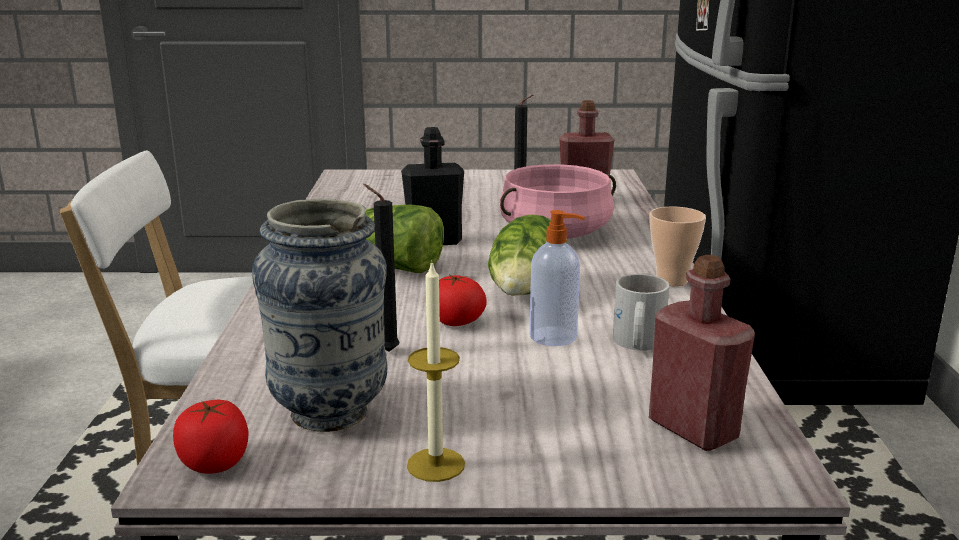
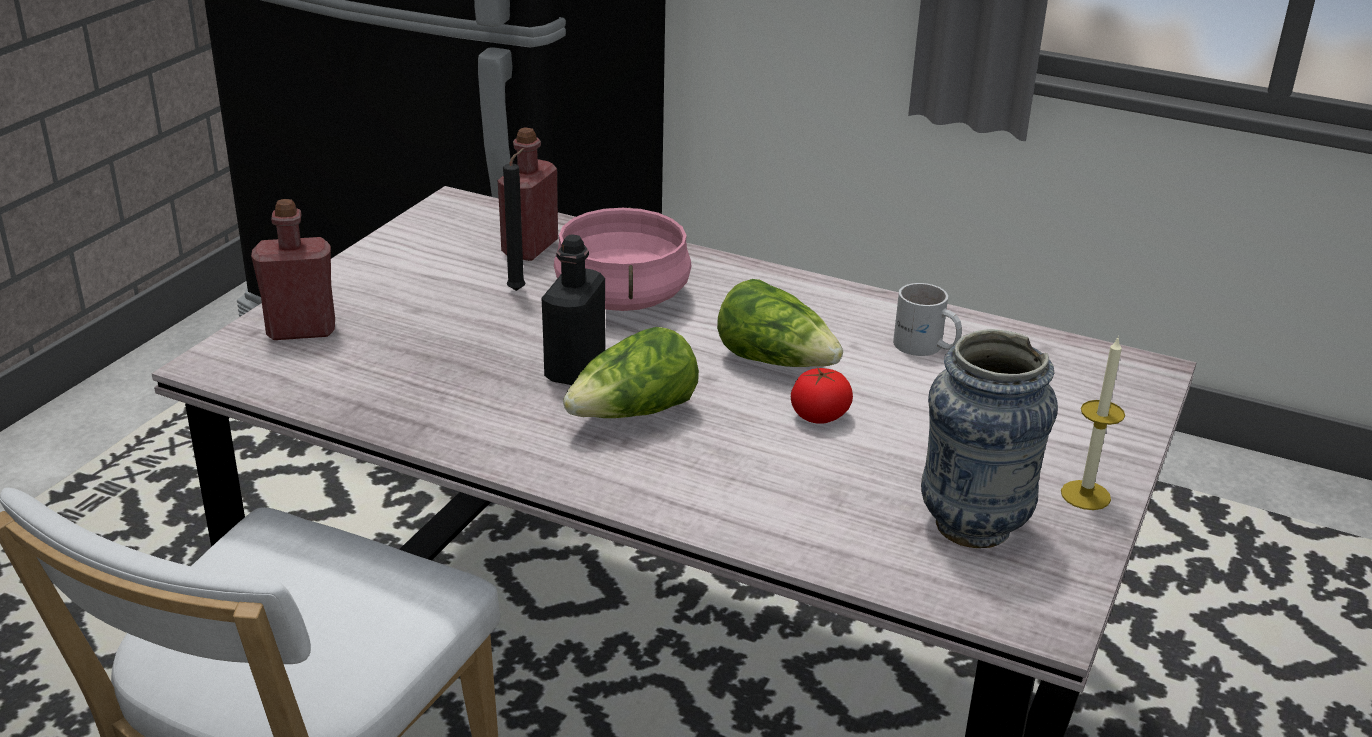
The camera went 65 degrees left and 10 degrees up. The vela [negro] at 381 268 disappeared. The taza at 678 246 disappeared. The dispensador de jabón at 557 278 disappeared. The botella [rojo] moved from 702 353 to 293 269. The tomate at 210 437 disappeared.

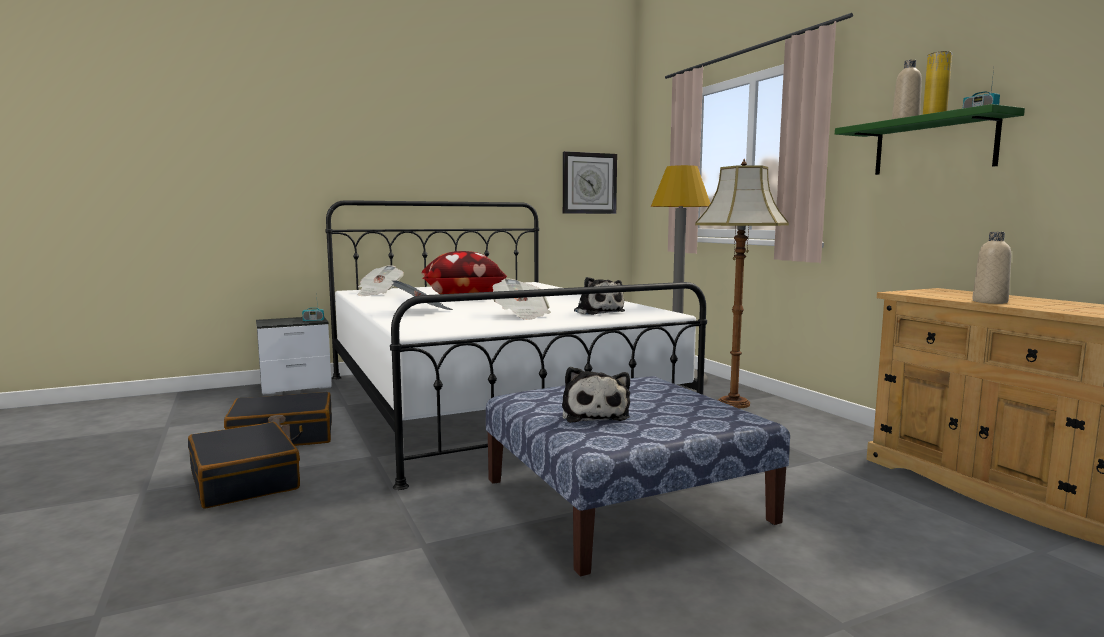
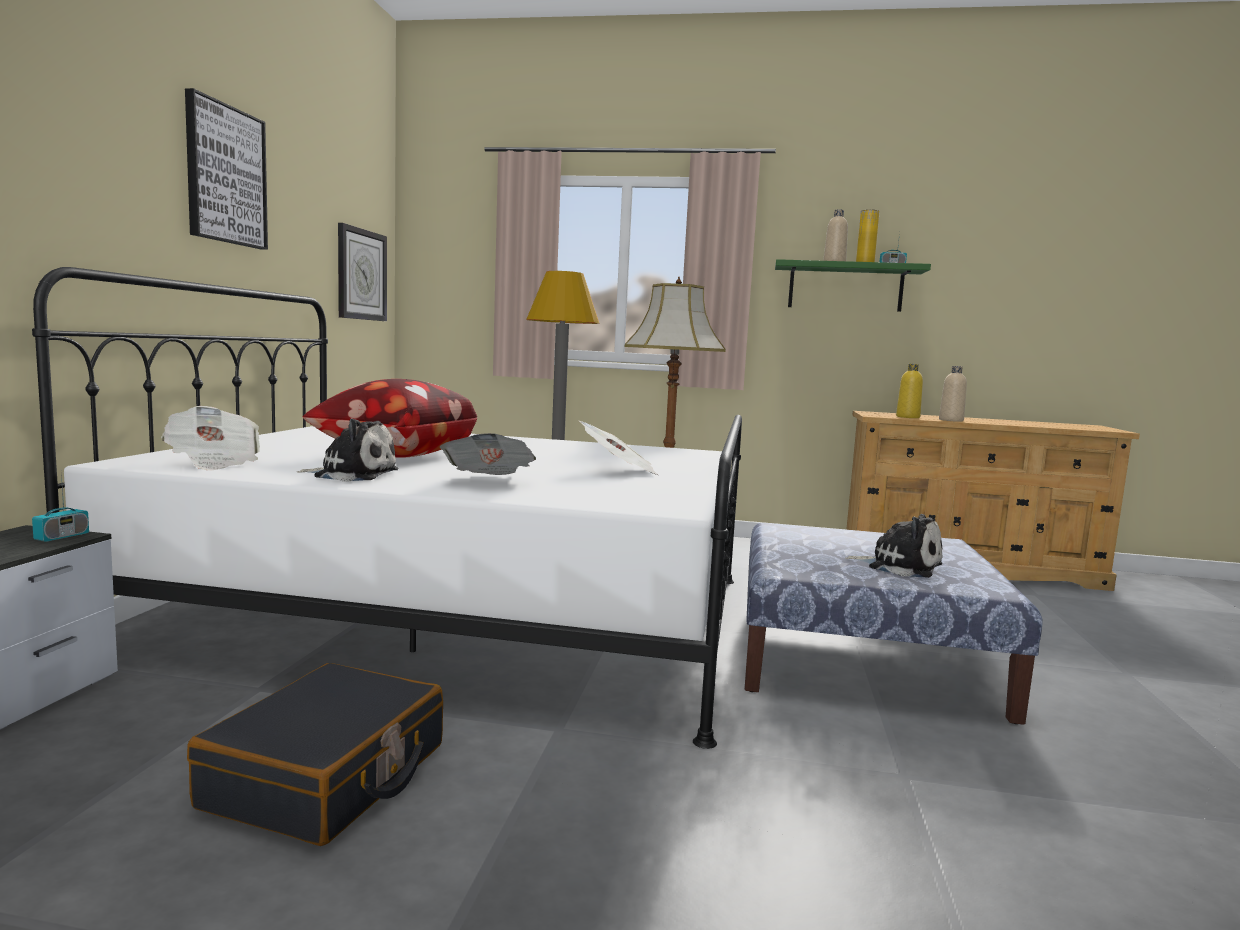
The camera went 55 degrees left and 0 degrees up. The peluche moved from 599 296 to 347 450. The maleta [negro] at 244 465 disappeared. The cuadro at 226 169 appeared. The botella [amarillo] at 909 391 appeared.

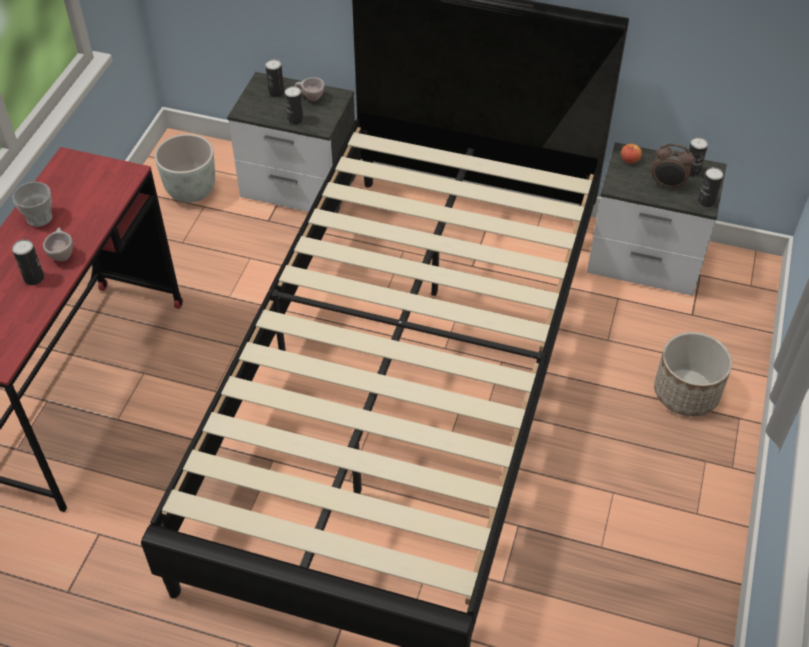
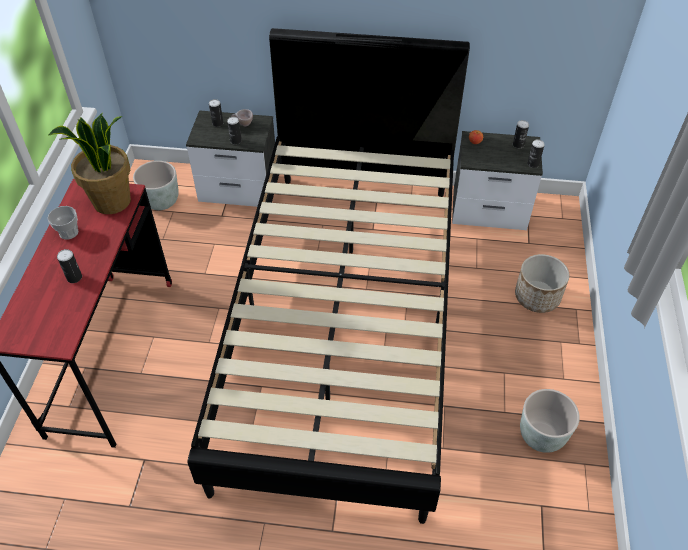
The camera went 10 degrees left and 0 degrees up. The despertador at 673 166 disappeared. The taza [beis] at 58 244 disappeared. The planta en maceta at 89 163 appeared. The maceta [gris] at 550 421 appeared.

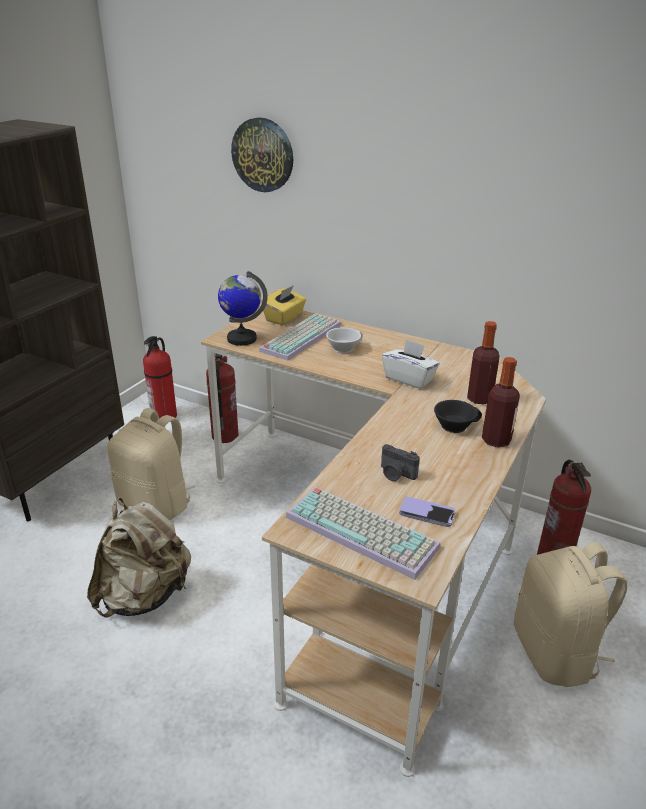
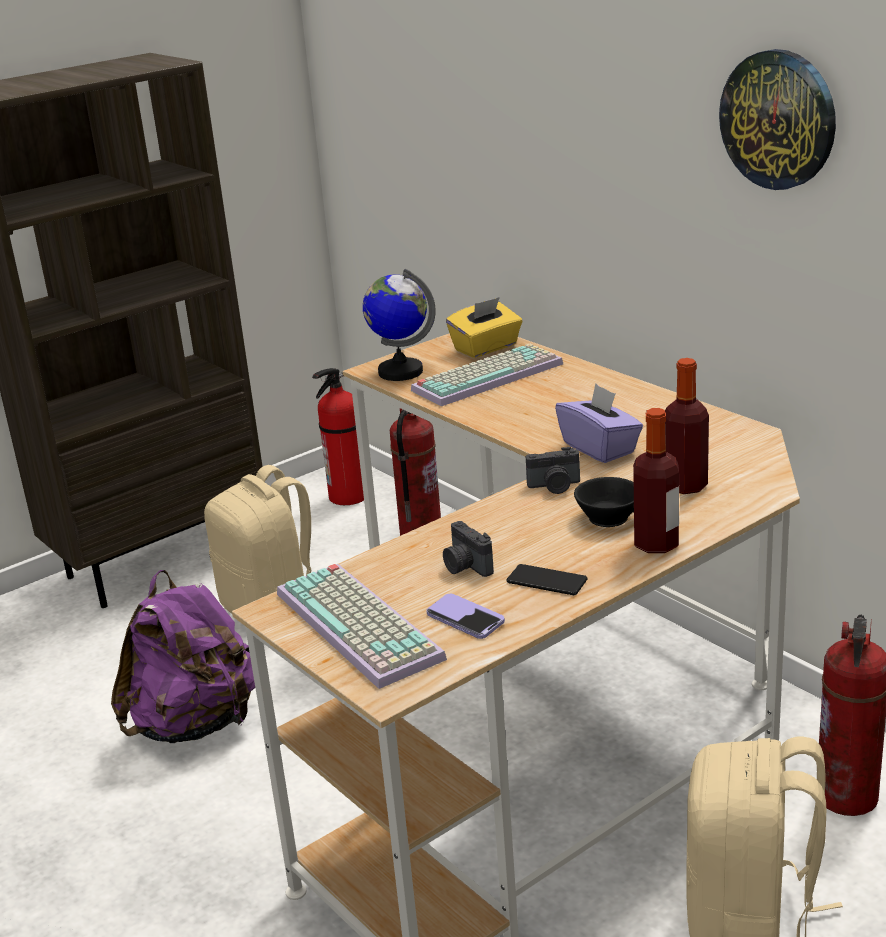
The camera went 25 degrees right and 5 degrees down. The reloj de pared moved from 262 155 to 777 119. The taza [blanco] at 344 340 disappeared. The caja de pañuelos [blanco] at 411 364 became the caja de pañuelos [morado] at 599 423. The mochila [beis] at 139 558 became the mochila [morado] at 183 656. The cámara at 553 470 appeared. The móvil at 547 579 appeared.

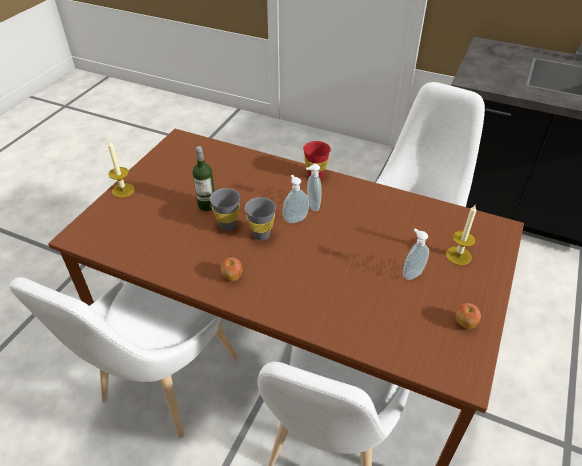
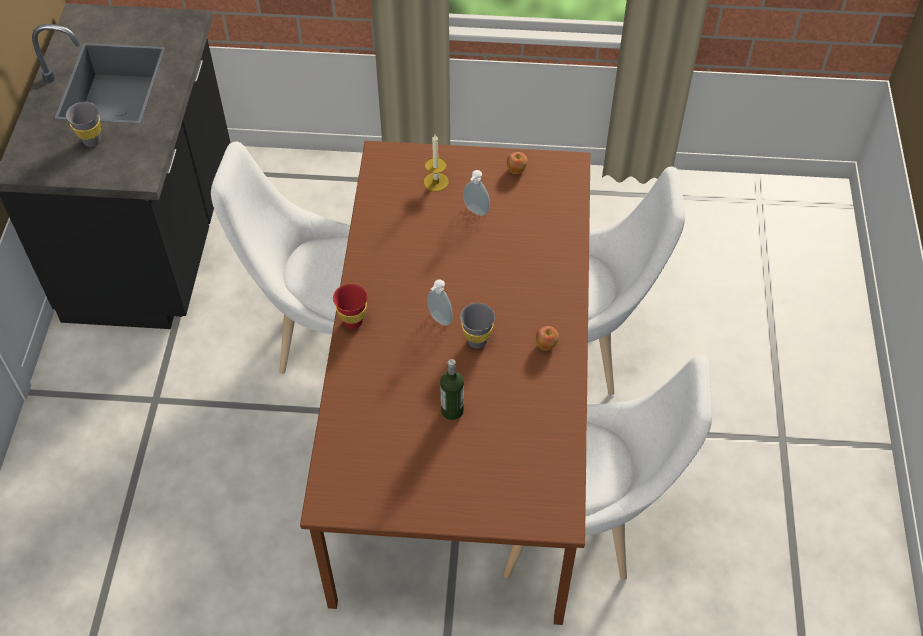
The camera went 110 degrees left and 10 degrees up. The vela at 121 169 disappeared. The dispensador de jabón at 313 187 disappeared. The taza [gris] moved from 225 209 to 83 124.

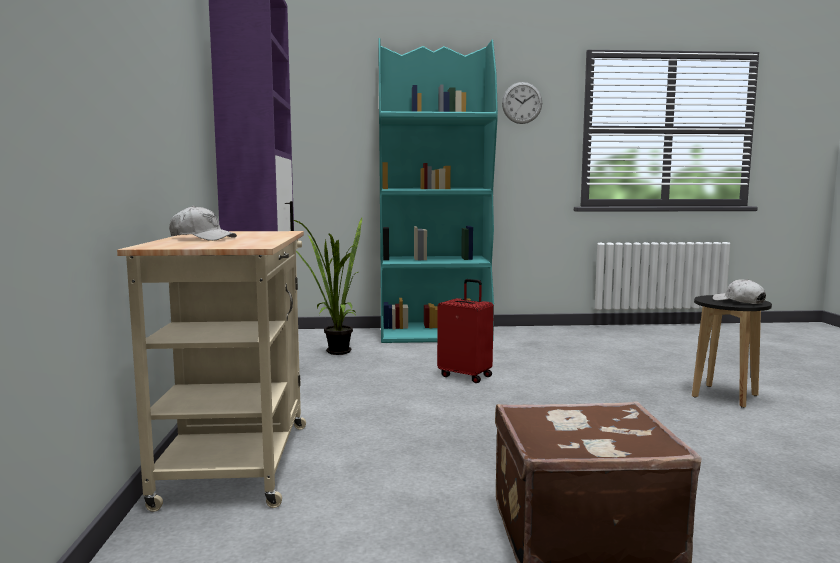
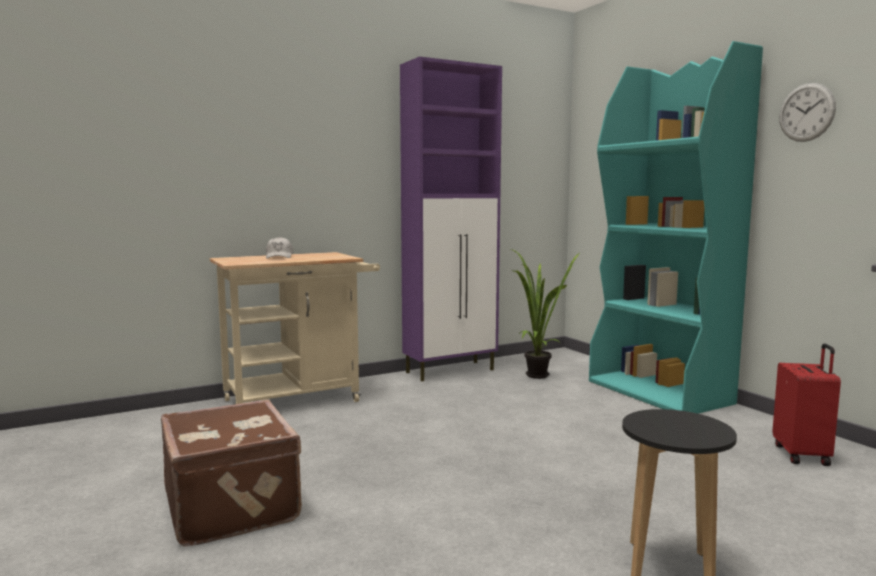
The camera went 65 degrees right and 0 degrees up. The maleta [rojo] moved from 465 331 to 806 404. The gorra [blanco] at 739 291 disappeared.

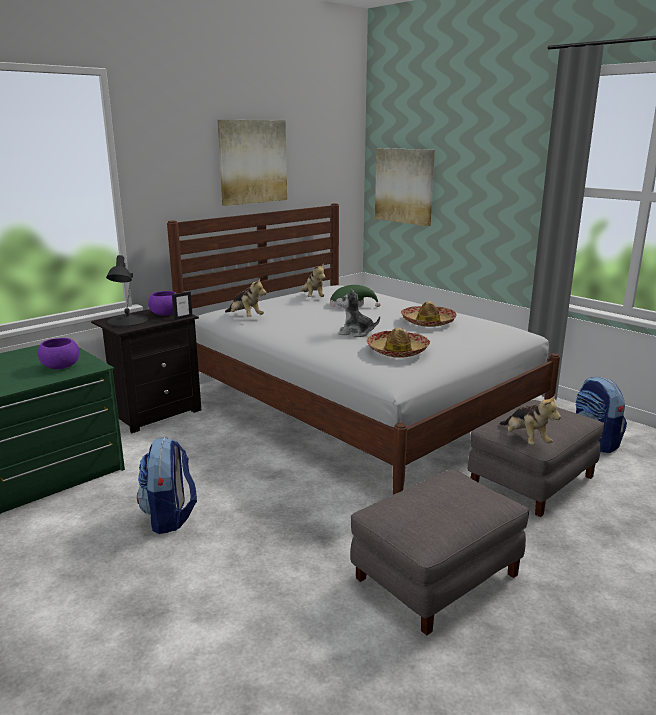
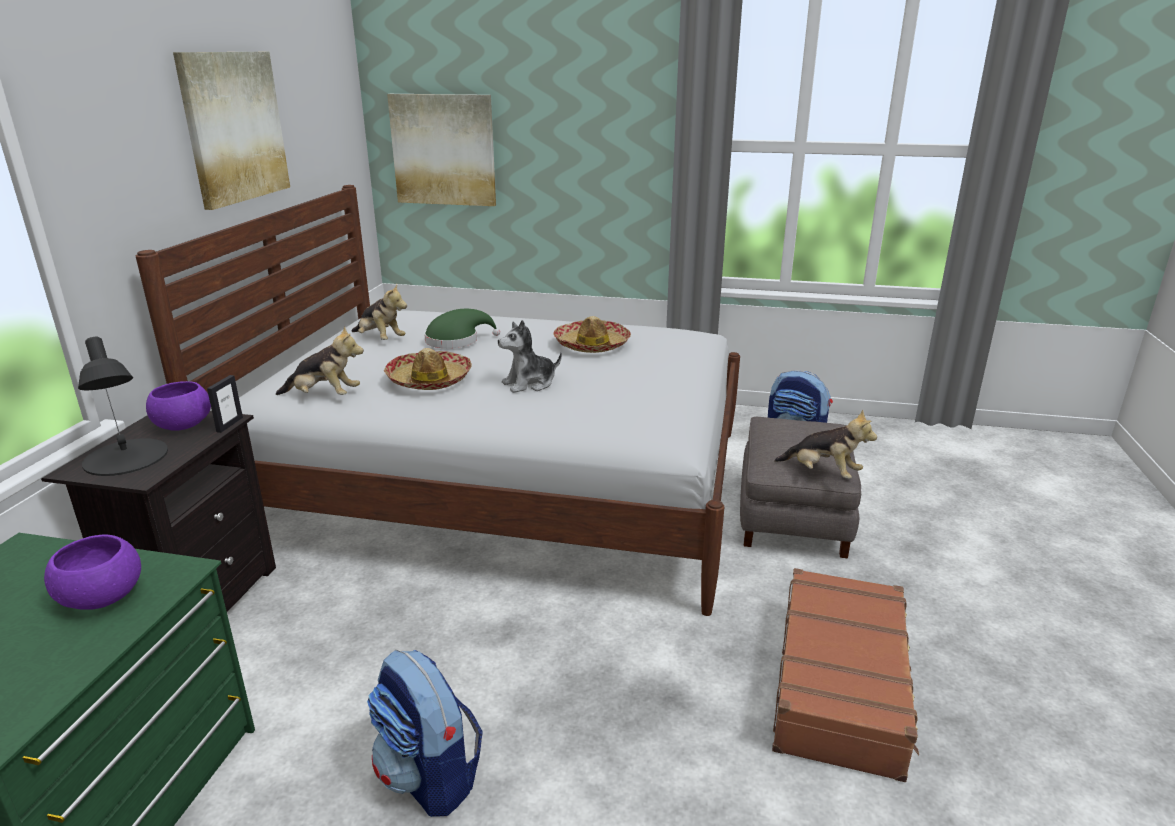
The camera went 35 degrees left and 5 degrees up. The sombrero moved from 398 342 to 428 369. The puf [gris] at 440 552 was replaced by the maleta [marrón] at 845 675.

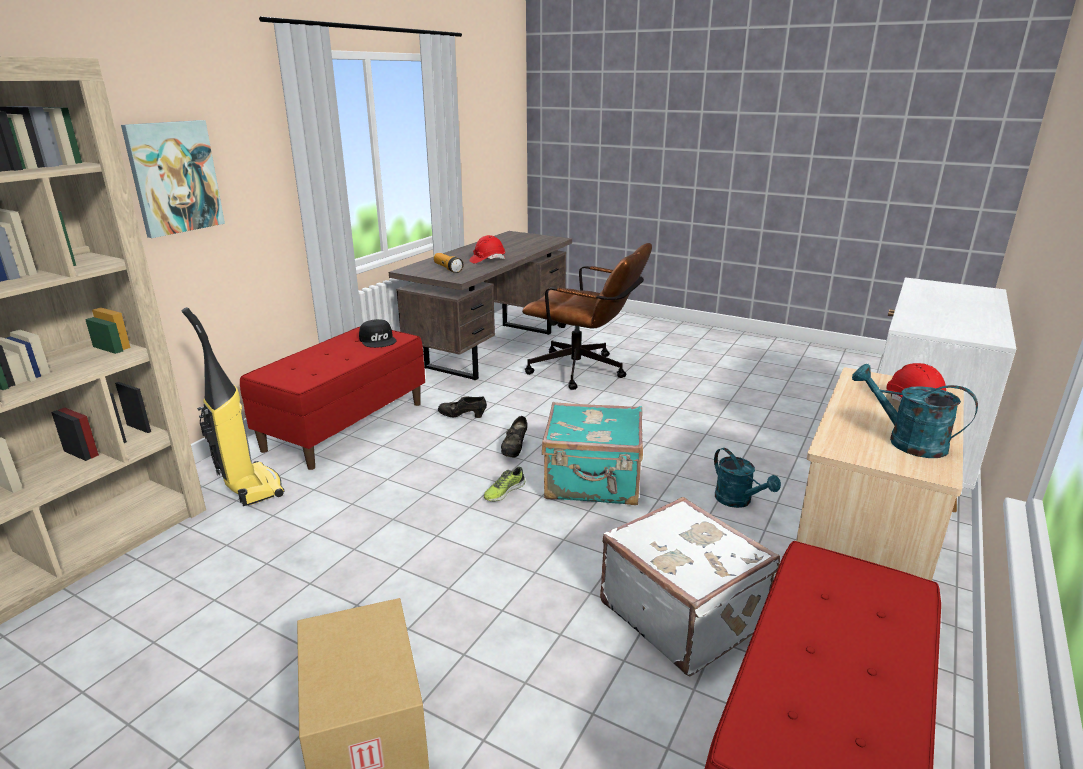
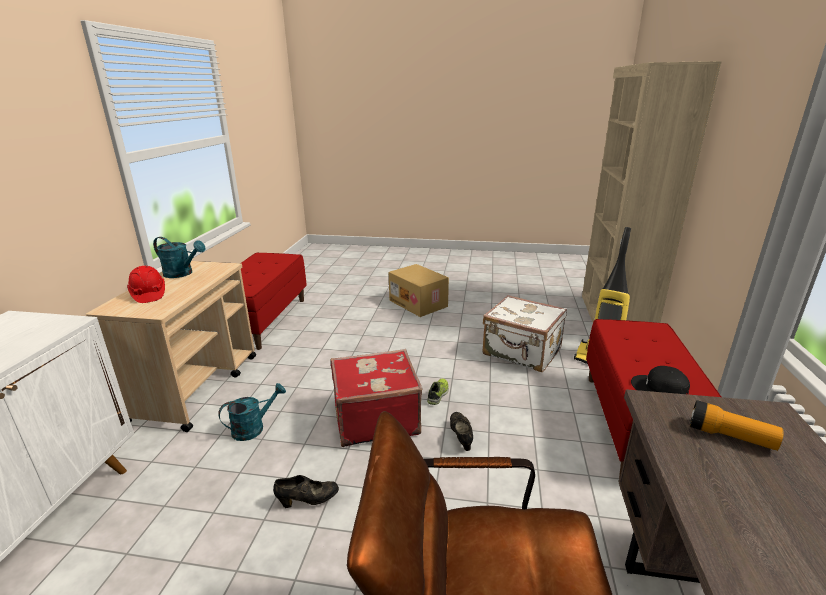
The camera went 160 degrees right and 0 degrees up. The cuadro at 173 179 disappeared. The casco [rojo] at 487 249 disappeared. The zapato [negro] moved from 462 407 to 306 491. The maleta [turquesa] at 592 453 became the maleta [rojo] at 376 398. The regadera [turquesa] at 747 478 turned 105 degrees clockwise. The maleta [blanco] moved from 690 586 to 525 333.

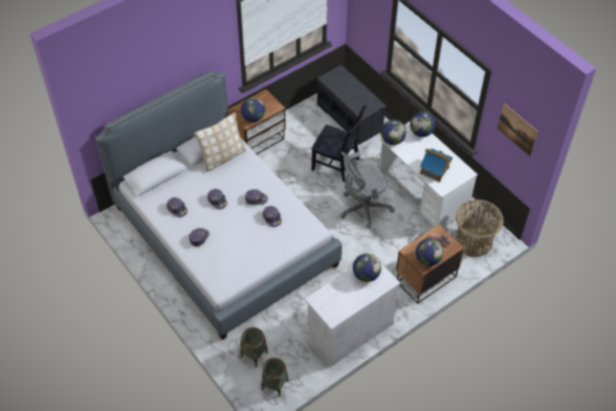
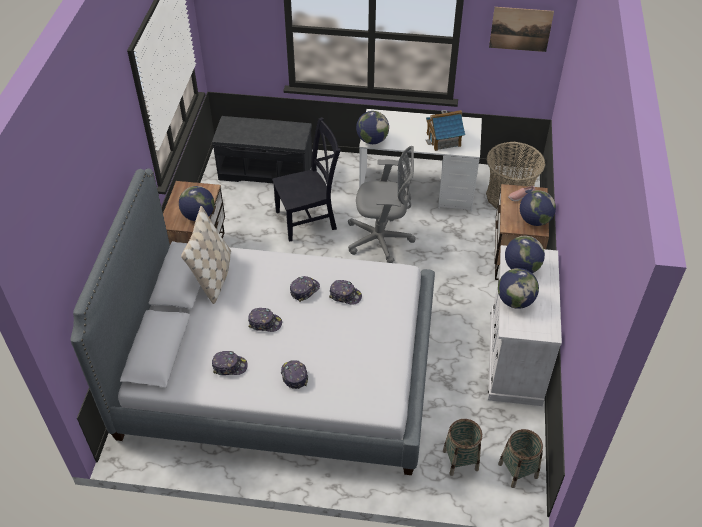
The camera went 45 degrees left and 5 degrees down. The globo terráqueo moved from 422 124 to 518 288. The silla de oficina [gris] at 367 190 turned 105 degrees counterclockwise.

